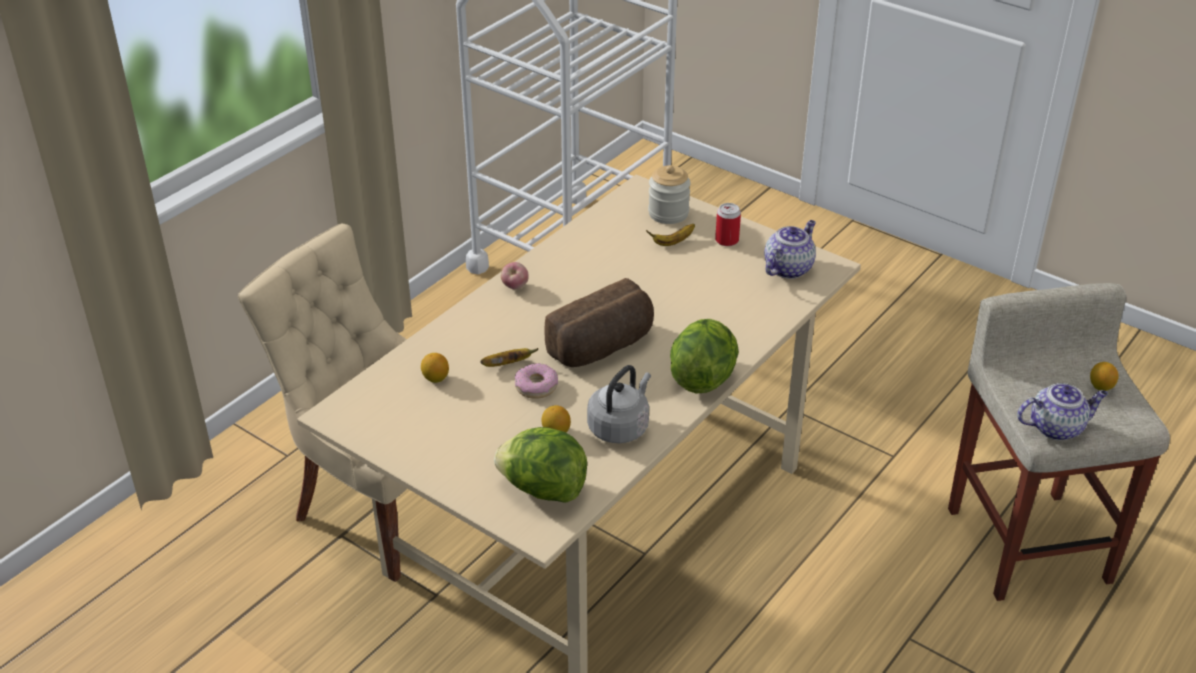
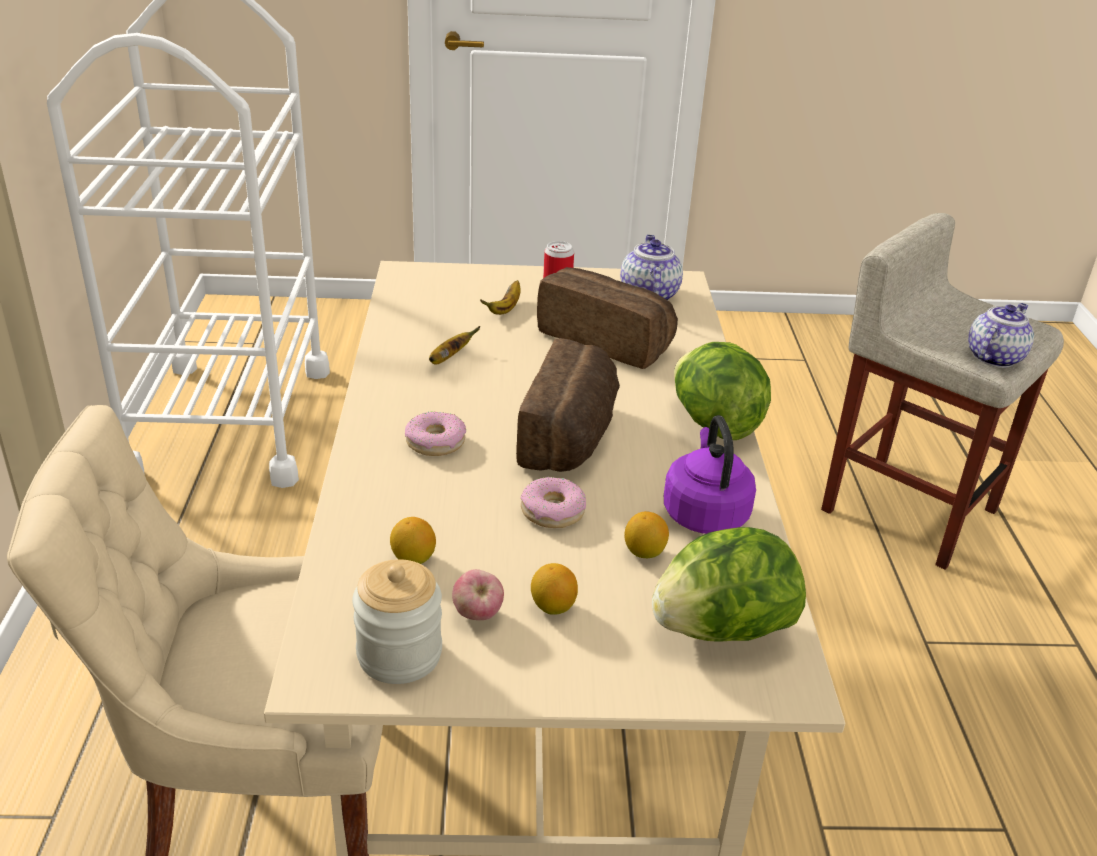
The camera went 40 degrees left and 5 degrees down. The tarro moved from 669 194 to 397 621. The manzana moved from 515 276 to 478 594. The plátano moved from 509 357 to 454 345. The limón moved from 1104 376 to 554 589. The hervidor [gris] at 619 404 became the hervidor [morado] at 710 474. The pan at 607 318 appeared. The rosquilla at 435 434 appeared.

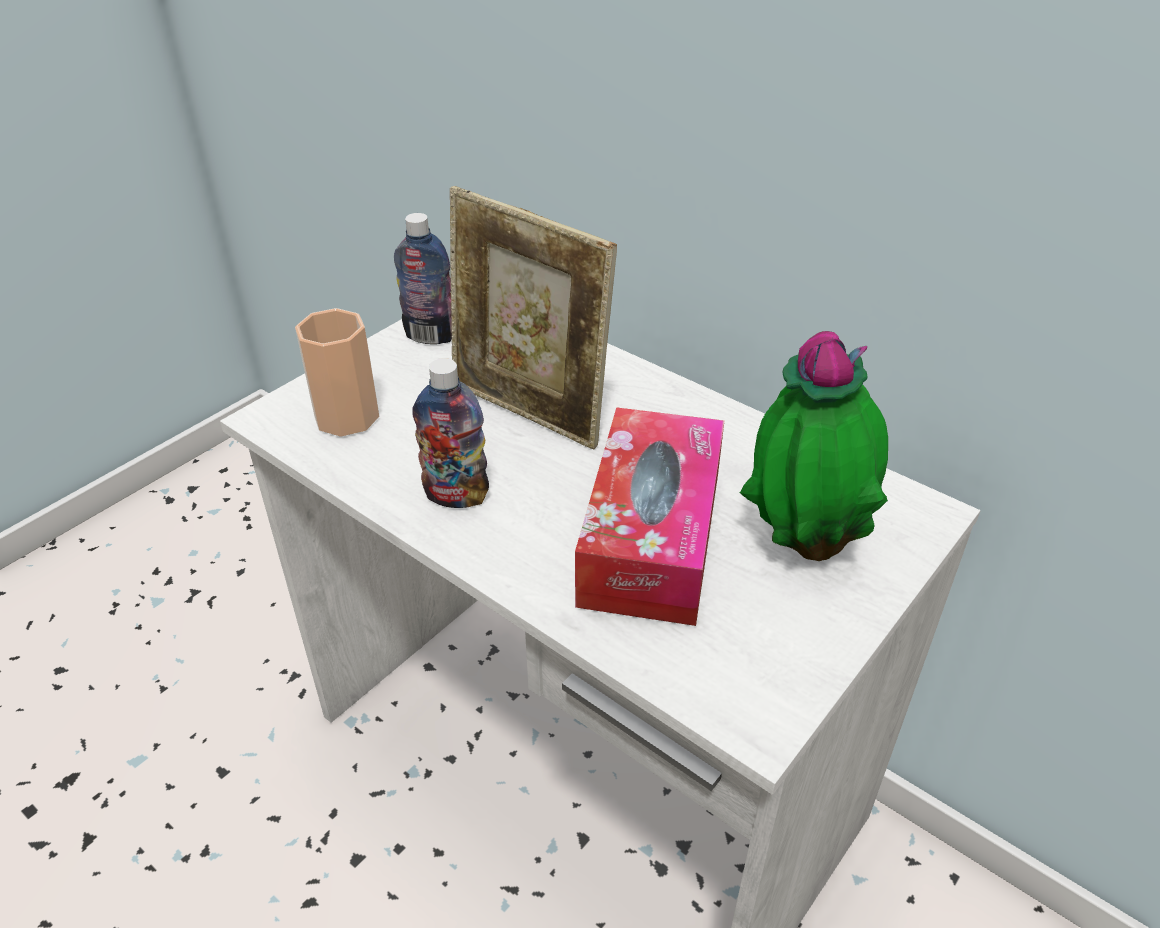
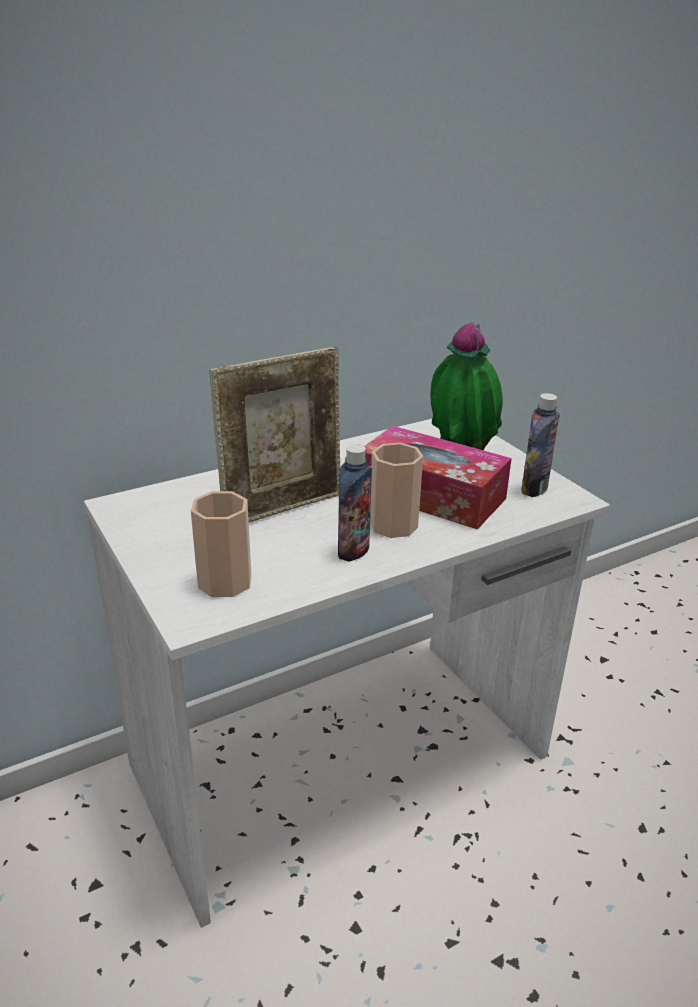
The camera went 70 degrees left and 10 degrees down. The botella moved from 423 278 to 540 445. The taza at 396 490 appeared.

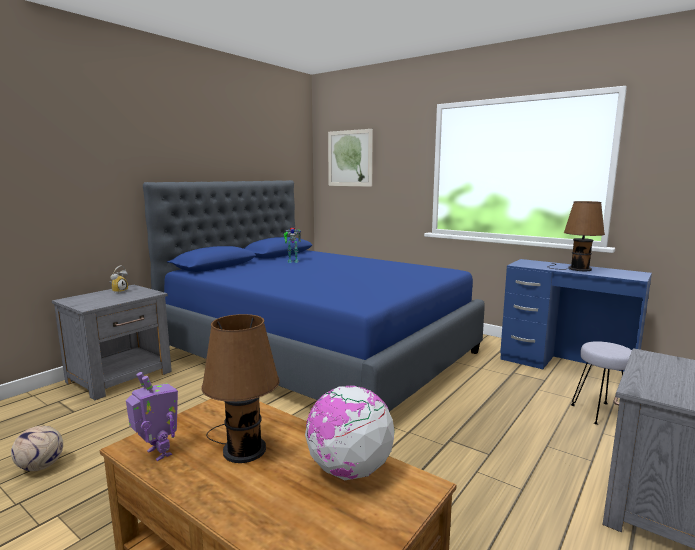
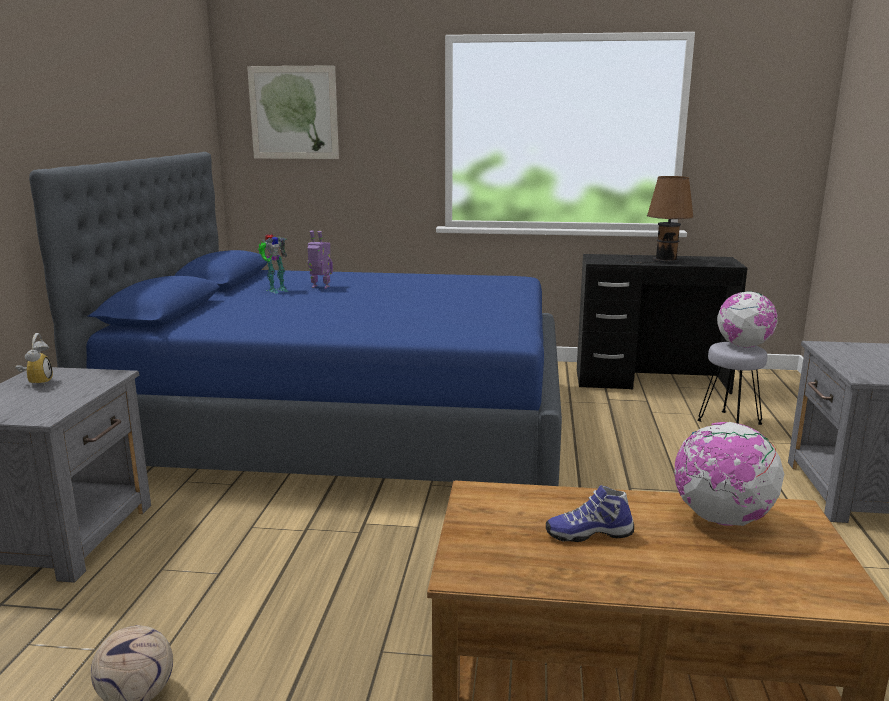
The camera went 30 degrees left and 5 degrees up. The escritorio [azul] at 576 315 became the escritorio [negro] at 662 324. The lámpara de mesa [marrón] at 240 388 was replaced by the zapato at 590 513. The robot de juguete moved from 152 416 to 320 259. The globo terráqueo at 747 319 appeared.

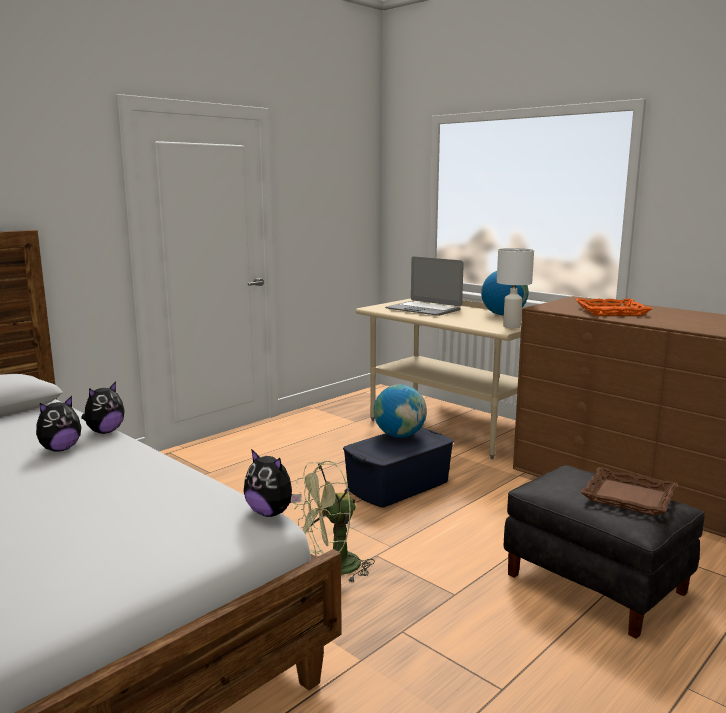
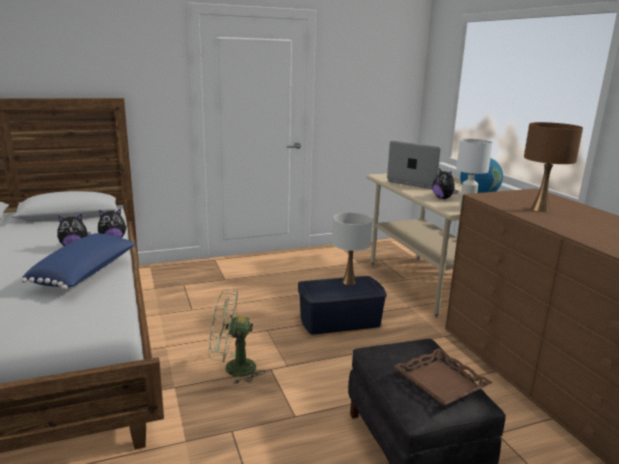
The camera went 25 degrees right and 5 degrees up. The portátil at 424 286 turned 150 degrees clockwise. The bandeja [naranja] at 613 307 was replaced by the lámpara de mesa [marrón] at 553 167. The globo terráqueo at 400 411 was replaced by the lámpara de mesa [blanco] at 352 248. The peluche moved from 272 483 to 445 183. The cojín [azul] at 78 261 appeared.

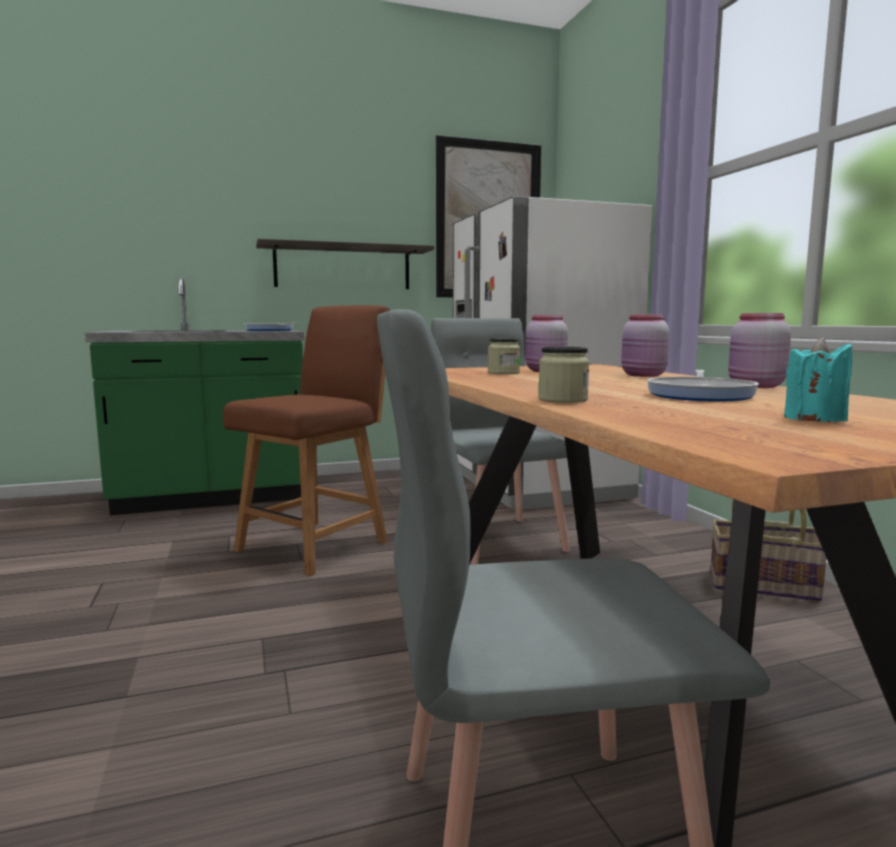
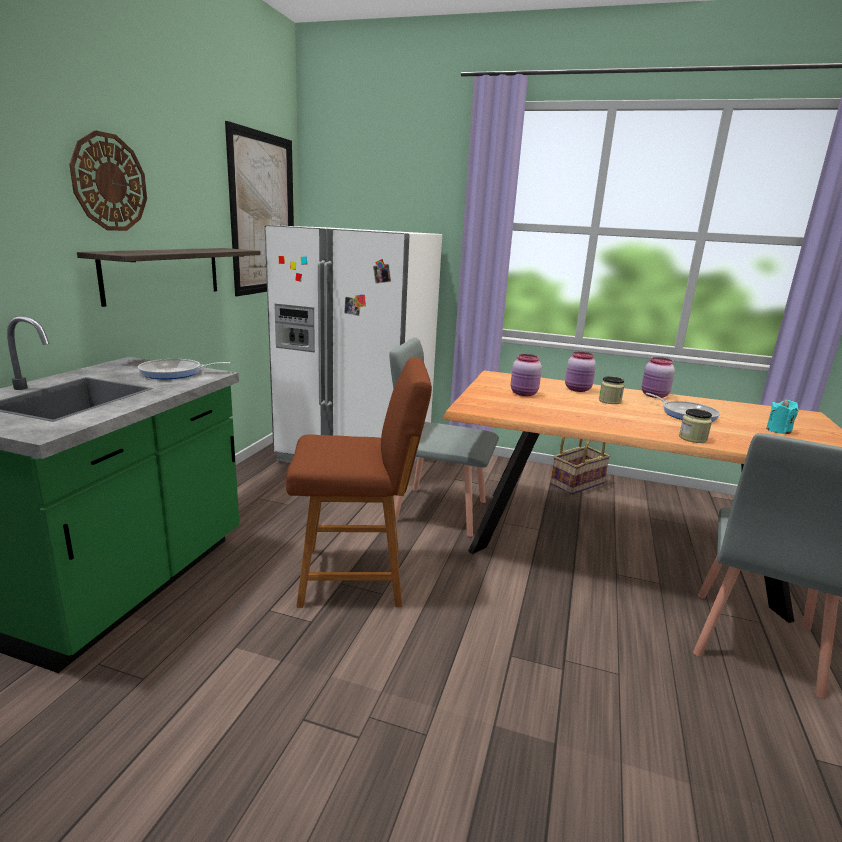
The camera went 55 degrees left and 10 degrees up. The silla [marrón] at 306 440 turned 105 degrees clockwise. The tarro moved from 504 356 to 611 390. The reloj de pared at 108 180 appeared.

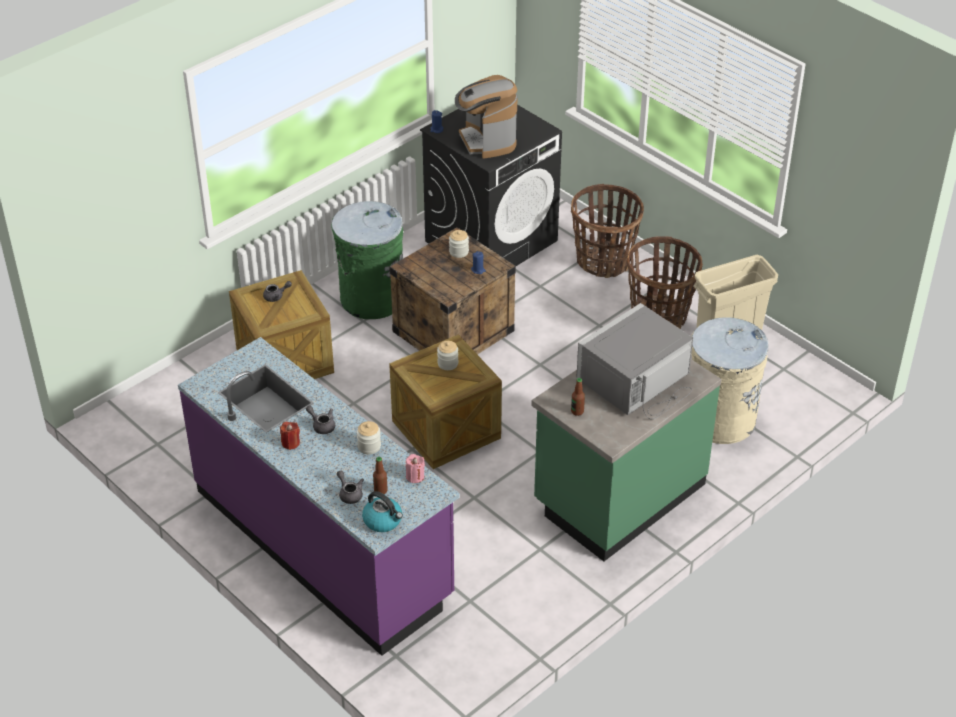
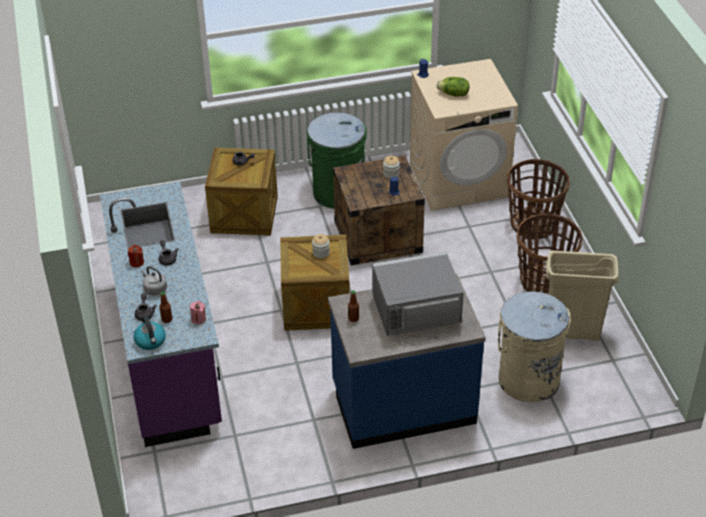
The camera went 30 degrees right and 0 degrees up. The cafetera at 486 117 was replaced by the lechuga at 453 87. The lavadora [negro] at 491 185 became the lavadora [beis] at 464 135. The mueble bajo de cocina [verde] at 626 460 became the mueble bajo de cocina [azul] at 407 361. The tarro at 369 437 disappeared. The hervidor [gris] at 154 281 appeared.

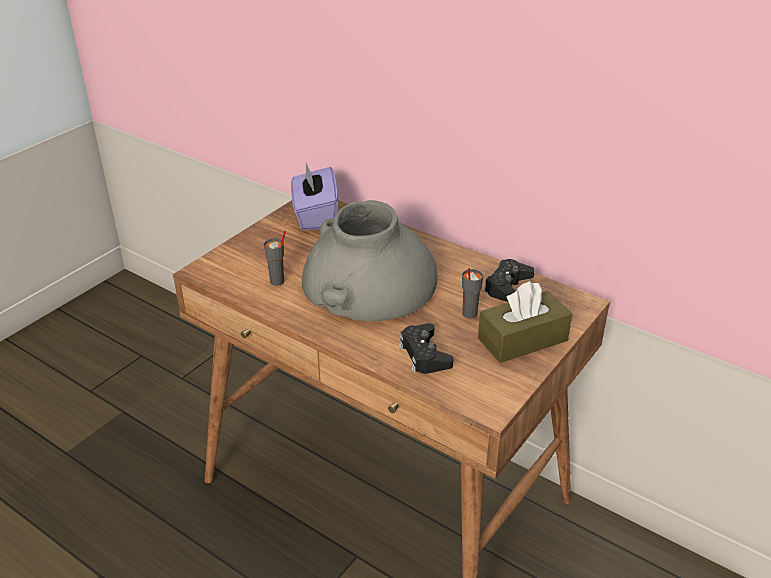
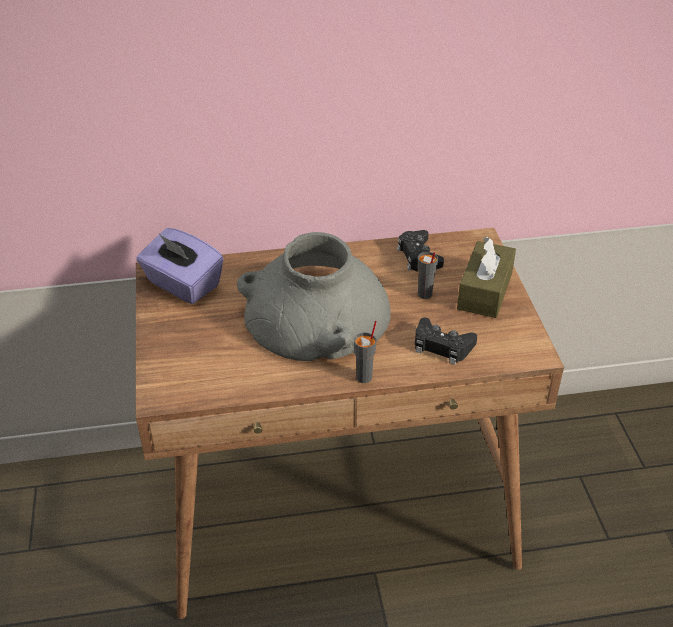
The camera went 45 degrees left and 5 degrees up. The taza [gris] moved from 275 258 to 365 352.

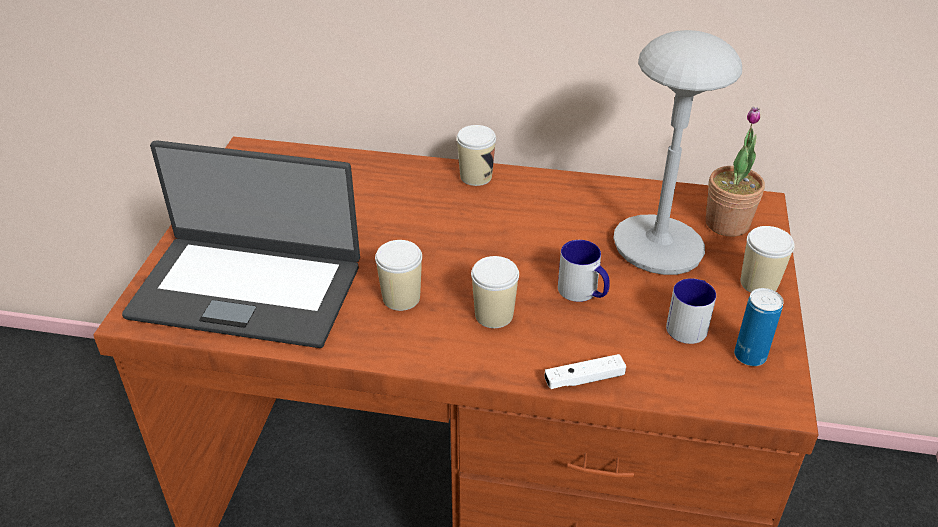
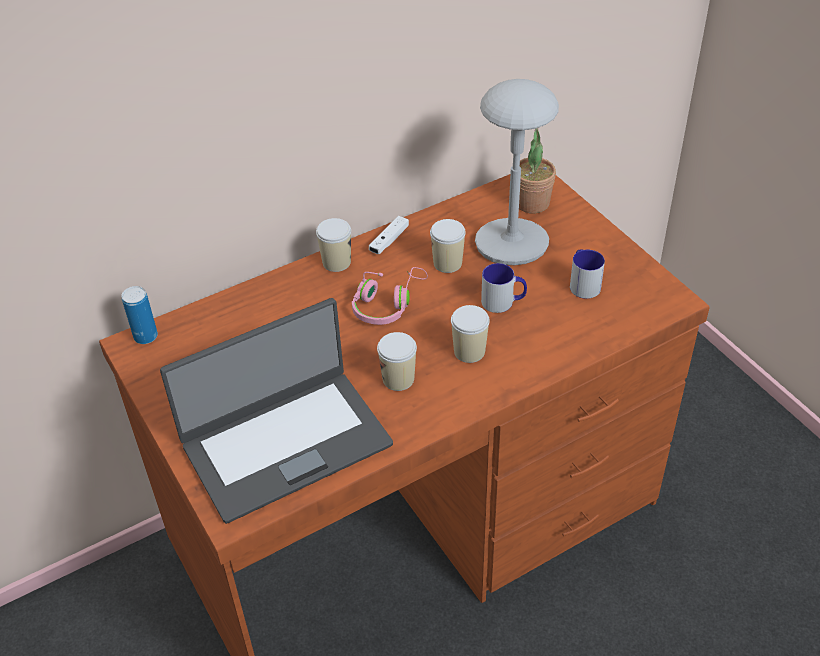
The camera went 40 degrees left and 5 degrees up. The taza moved from 768 259 to 448 246. The lata moved from 759 327 to 139 315. The mando de consola [blanco] moved from 585 371 to 389 235. The auriculares [rosa] at 390 296 appeared.

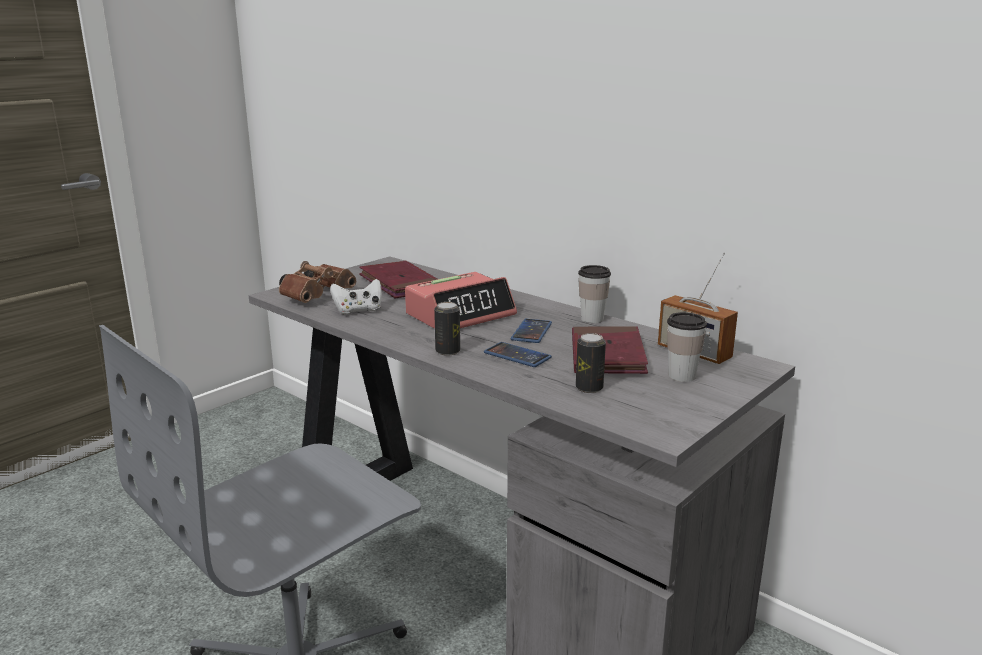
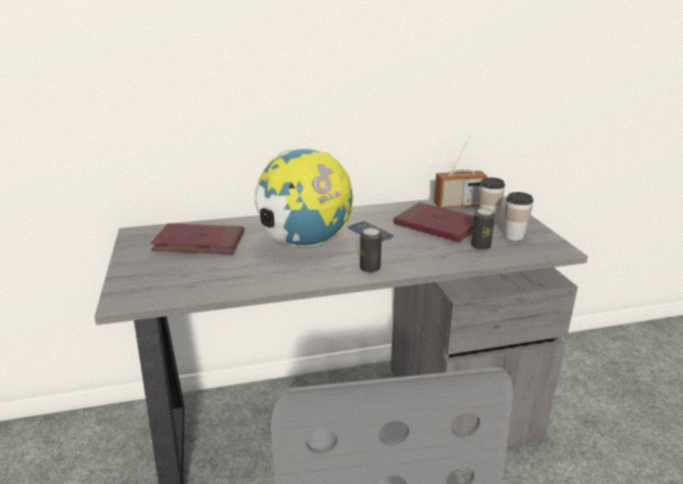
The camera went 55 degrees left and 5 degrees up. The prismáticos [marrón] at 317 282 disappeared. The taza moved from 594 294 to 519 216. The despertador at 461 300 was replaced by the globo terráqueo at 304 198. The mando de consola [blanco] at 356 297 disappeared. The móvil at 518 354 disappeared.

